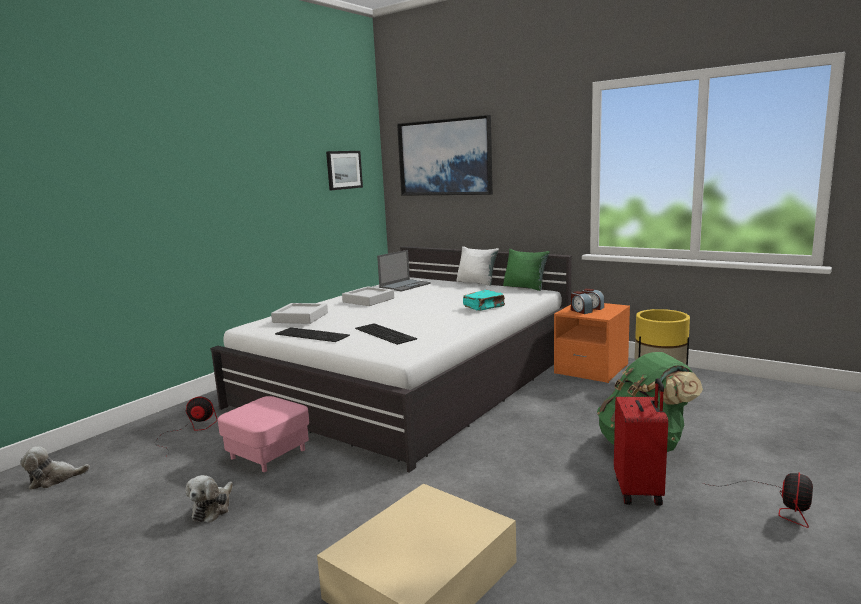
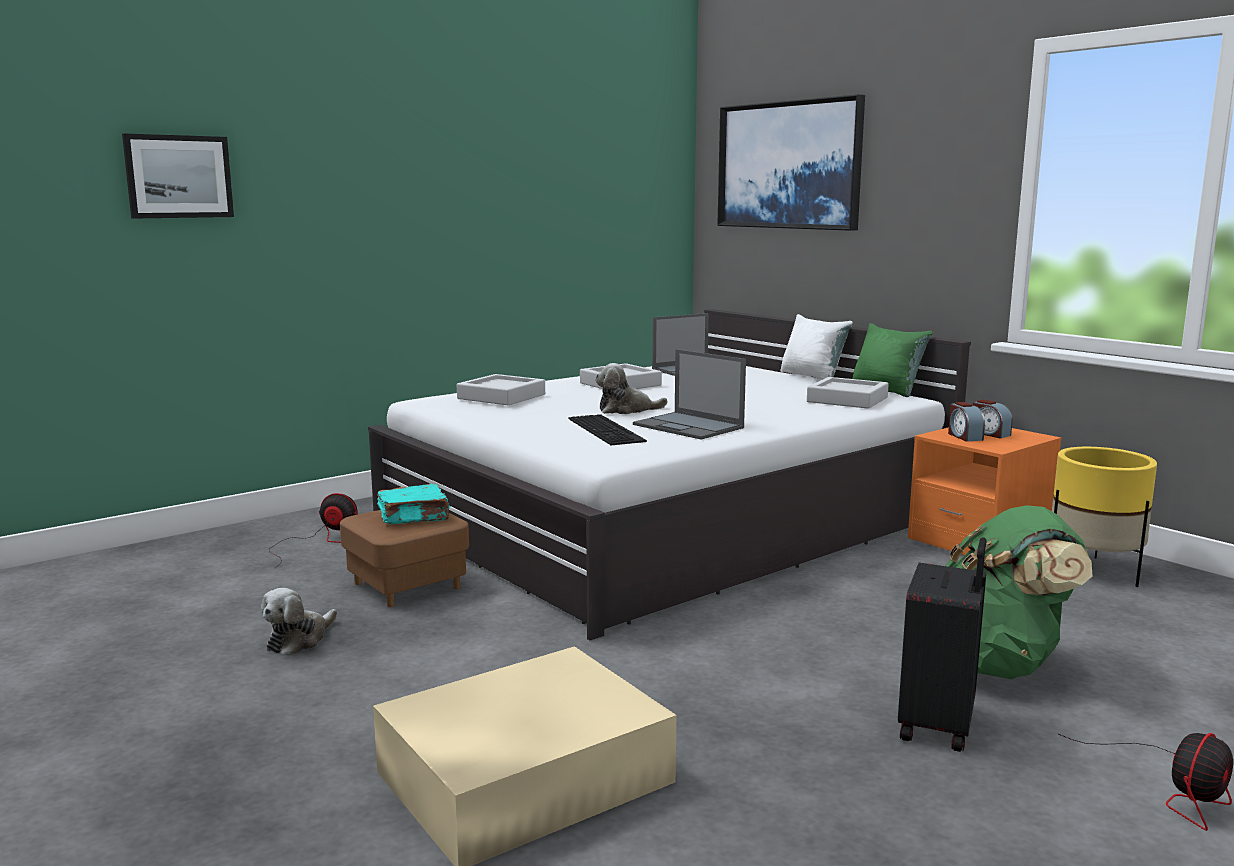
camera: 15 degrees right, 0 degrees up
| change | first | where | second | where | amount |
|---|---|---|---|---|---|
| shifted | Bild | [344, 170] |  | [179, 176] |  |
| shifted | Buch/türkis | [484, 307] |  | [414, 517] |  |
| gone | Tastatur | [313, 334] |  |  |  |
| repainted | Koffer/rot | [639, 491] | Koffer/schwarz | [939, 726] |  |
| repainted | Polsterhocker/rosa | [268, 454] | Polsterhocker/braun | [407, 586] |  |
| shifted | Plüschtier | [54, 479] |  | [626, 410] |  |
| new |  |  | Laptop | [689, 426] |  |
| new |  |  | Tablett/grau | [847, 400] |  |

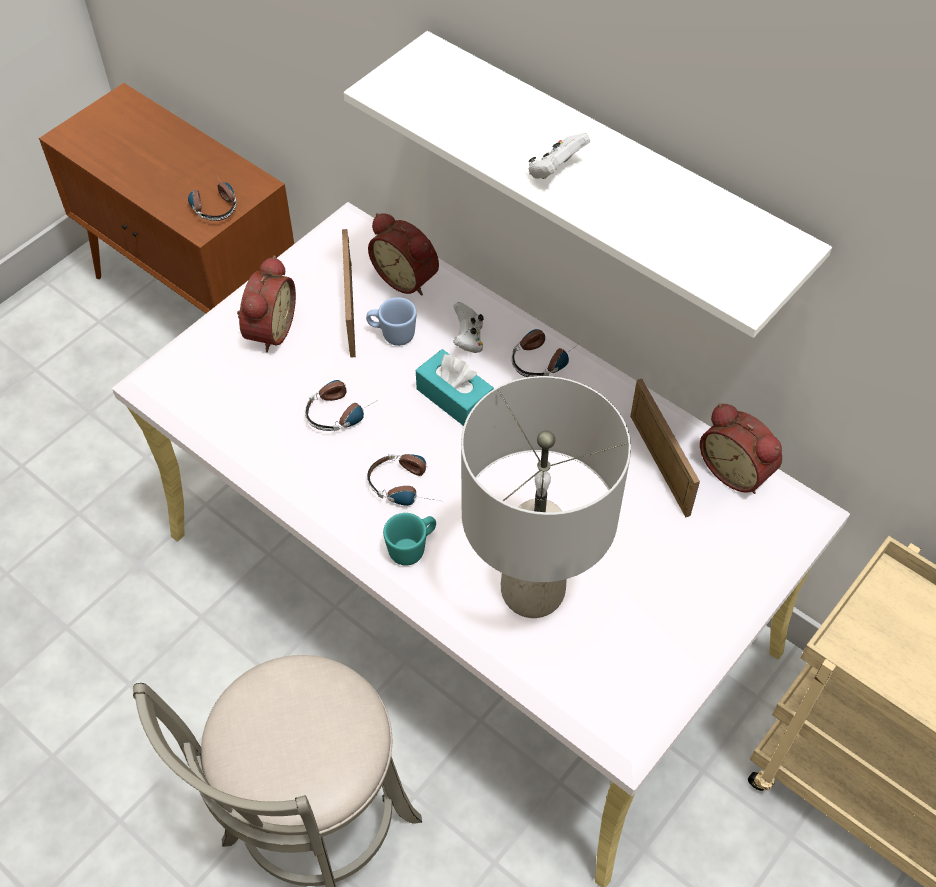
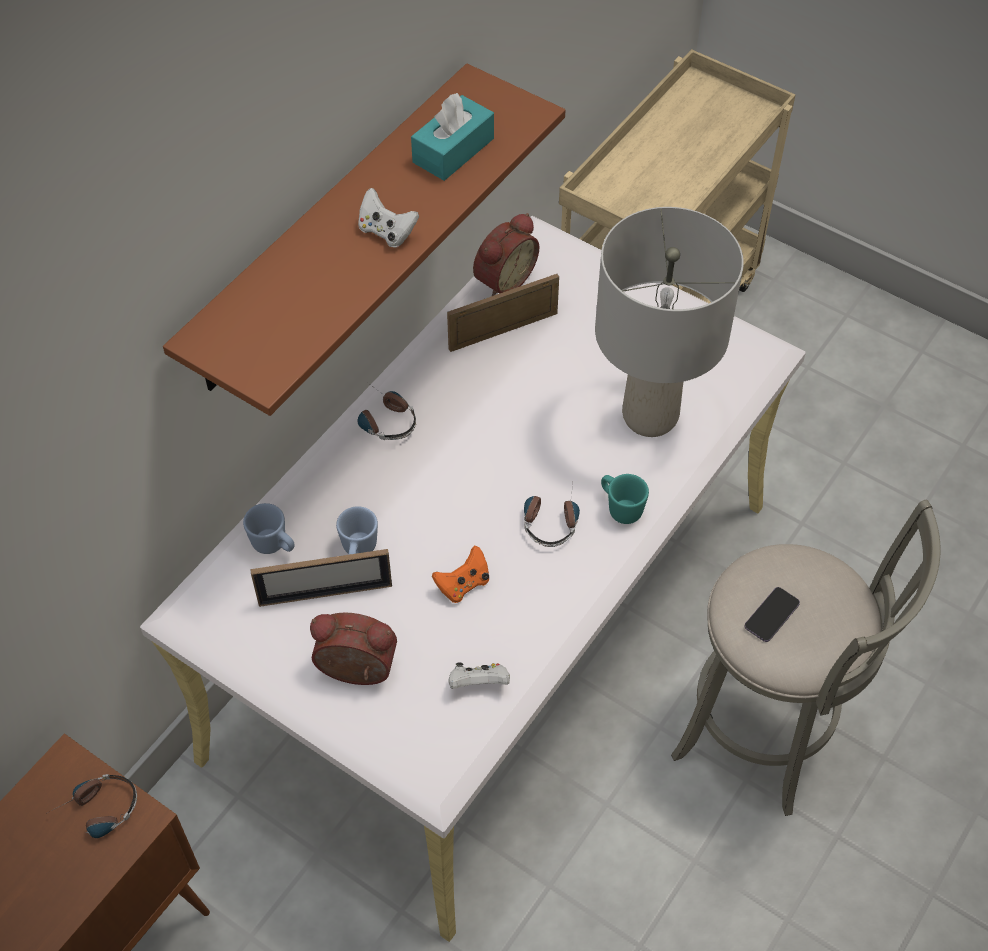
camera: 95 degrees left, 0 degrees up
| change | first | where | second | where | amount |
|---|---|---|---|---|---|
| repainted | Wandregal/weiß | [610, 171] | Wandregal/braun | [330, 231] |  |
| swapped | Wecker | [407, 277] | Henkelbecher/blau | [274, 545] |  |
| shifted | Gamepad/weiß | [468, 339] |  | [478, 684] |  |
| shifted | Taschentuchbox/türkis | [454, 398] |  | [453, 150] |  |
| swapped | Kopfhörer | [343, 410] | Gamepad/orange | [463, 584] |  |
| new |  |  | Handy | [771, 615] |  |

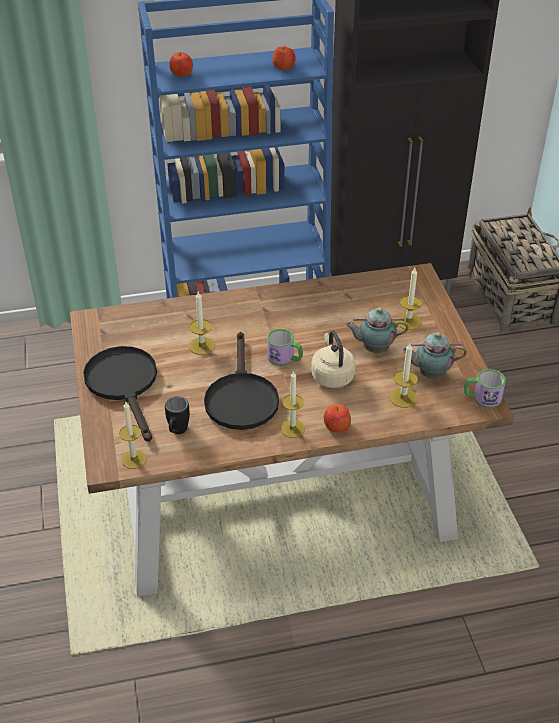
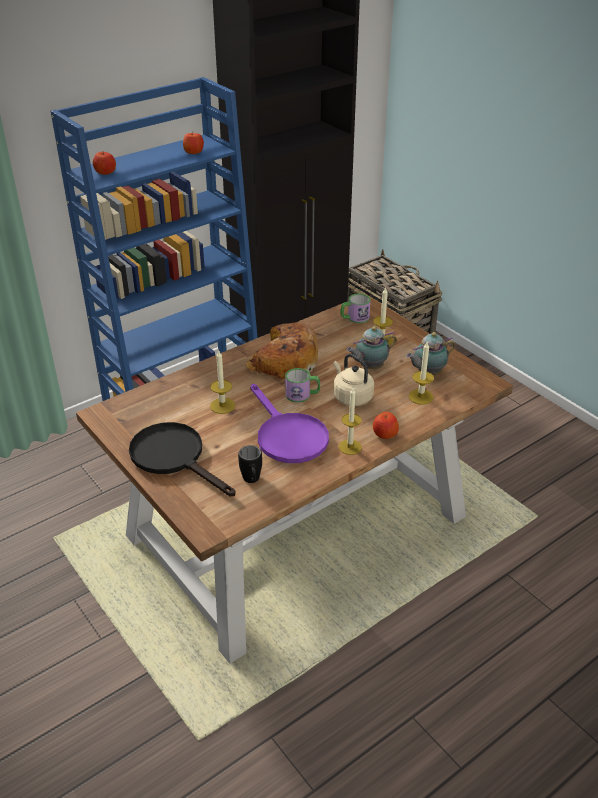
camera: 25 degrees left, 5 degrees down
| change | first | where | second | where | amount |
|---|---|---|---|---|---|
| repainted | Pfanne/schwarz | [241, 397] | Pfanne/lila | [287, 436] |  |
| shifted | Henkelbecher | [482, 398] |  | [354, 318] |  |
| gone | Kerze | [134, 459] |  |  |  |
| new |  |  | Brot | [283, 362] |  |

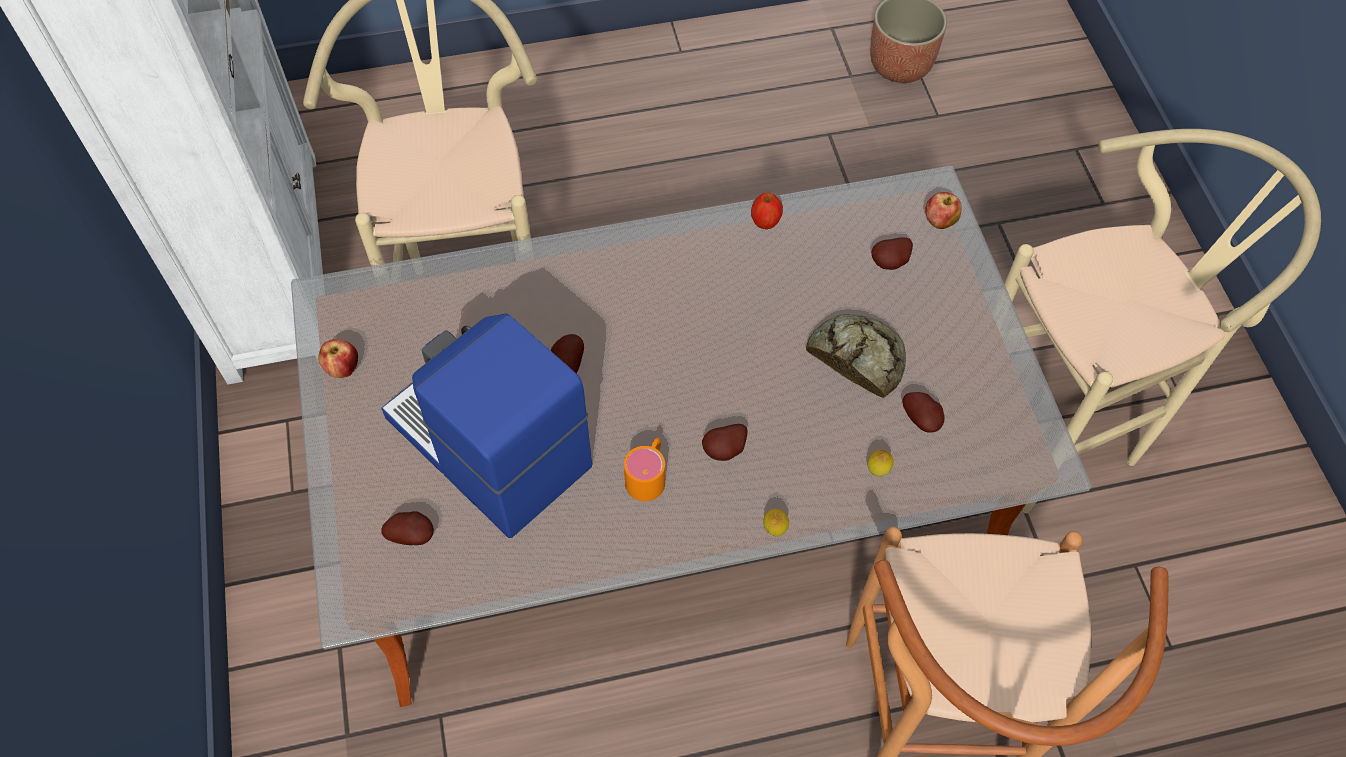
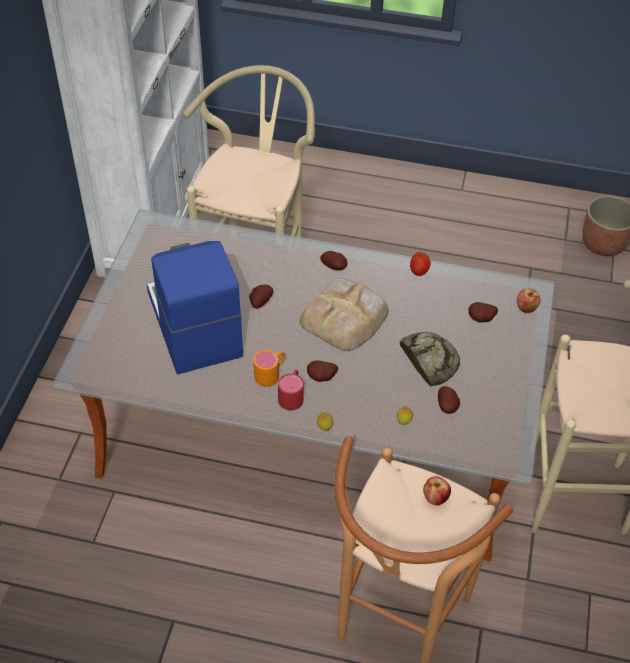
camera: 25 degrees right, 10 degrees down
| change | first | where | second | where | amount |
|---|---|---|---|---|---|
| shifted | Apfel | [343, 368] |  | [435, 498] |  |
| shifted | Kartoffel | [412, 534] |  | [334, 267] |  |
| new |  |  | Brot | [345, 318] |  |
| new |  |  | Henkelbecher/rot | [292, 395] |  |

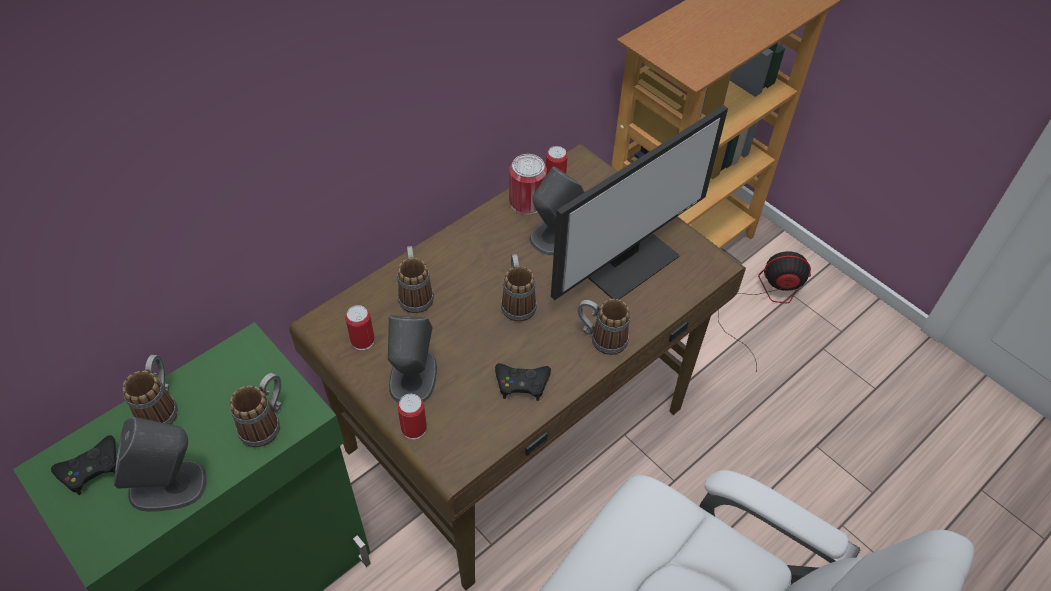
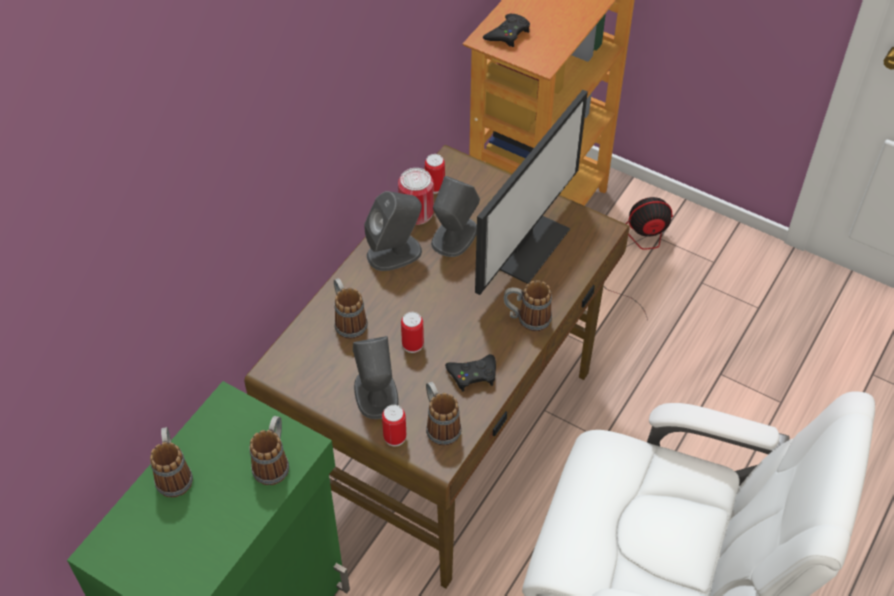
camera: 15 degrees left, 0 degrees up
| change | first | where | second | where | amount |
|---|---|---|---|---|---|
| shifted | Henkelbecher | [517, 301] |  | [440, 425] |  |
| shifted | Dose | [362, 341] |  | [412, 344] |  |
| shifted | Lautsprecher/grau | [169, 486] |  | [395, 253] |  |
| shifted | Gamepad/schwarz | [91, 468] |  | [508, 34] |  |

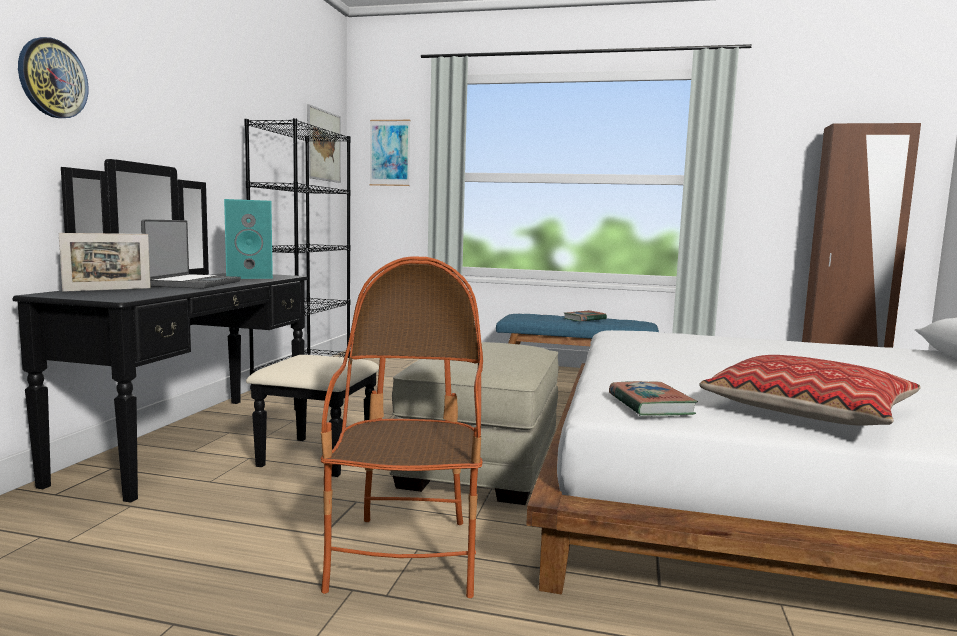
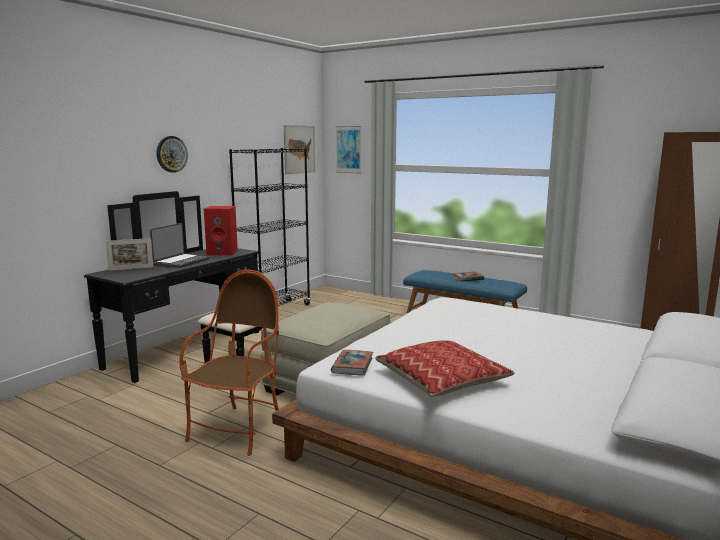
camera: 20 degrees right, 5 degrees up
| change | first | where | second | where | amount |
|---|---|---|---|---|---|
| shifted | Wanduhr | [52, 78] |  | [171, 154] |  |
| repainted | Lautsprecher/türkis | [251, 276] | Lautsprecher/rot | [223, 252] |  |

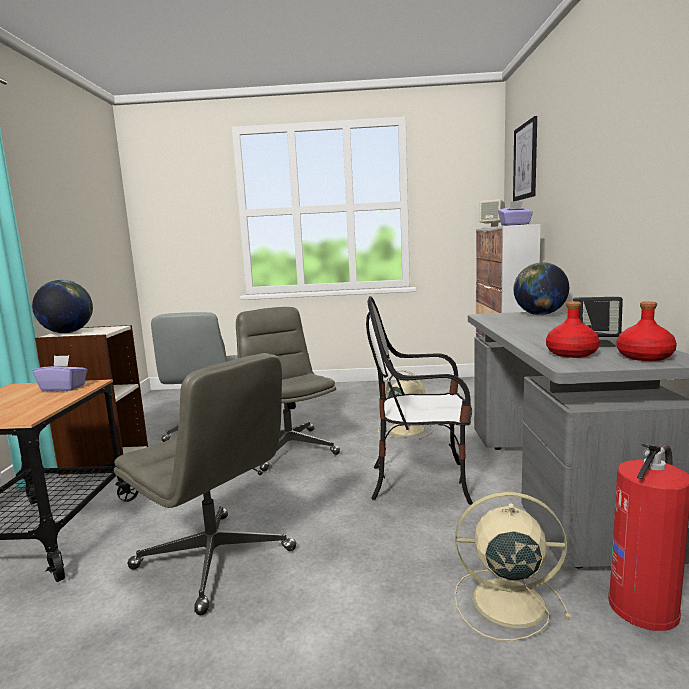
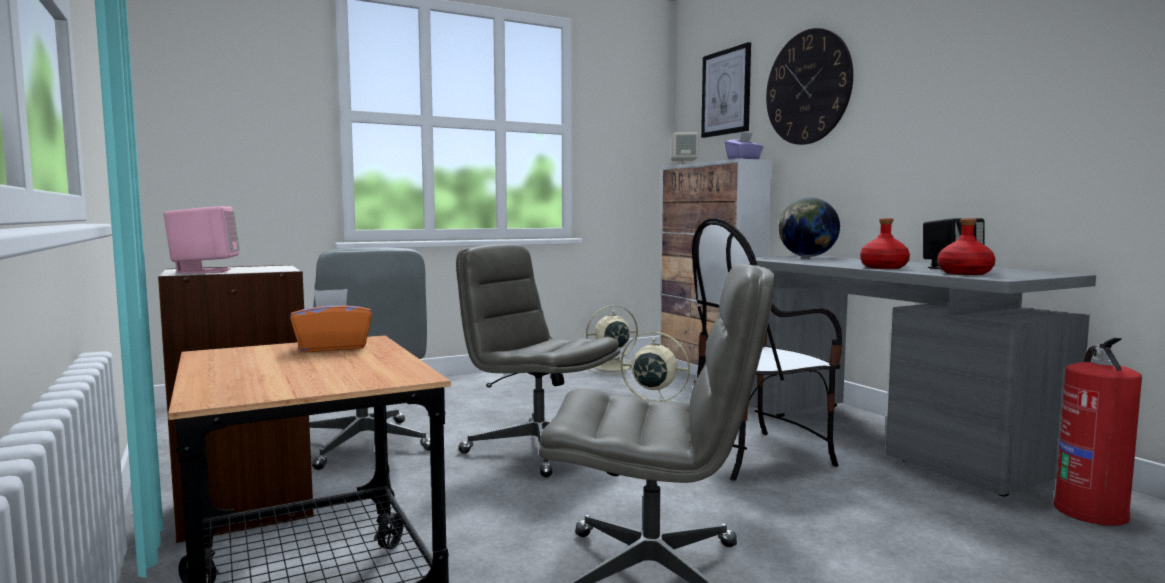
camera: 30 degrees left, 5 degrees down
| change | first | where | second | where | amount |
|---|---|---|---|---|---|
| swapped | Globus | [67, 333] | Lautsprecher/rosa | [204, 271] |  |
| shifted | Flasche/rot | [644, 357] |  | [883, 267] |  |
| repainted | Taschentuchbox/lila | [63, 388] | Taschentuchbox/orange | [332, 347] |  |
| shifted | Ventilator/beige | [505, 602] |  | [610, 367] |  |
| new |  |  | Wanduhr | [808, 87] |  |

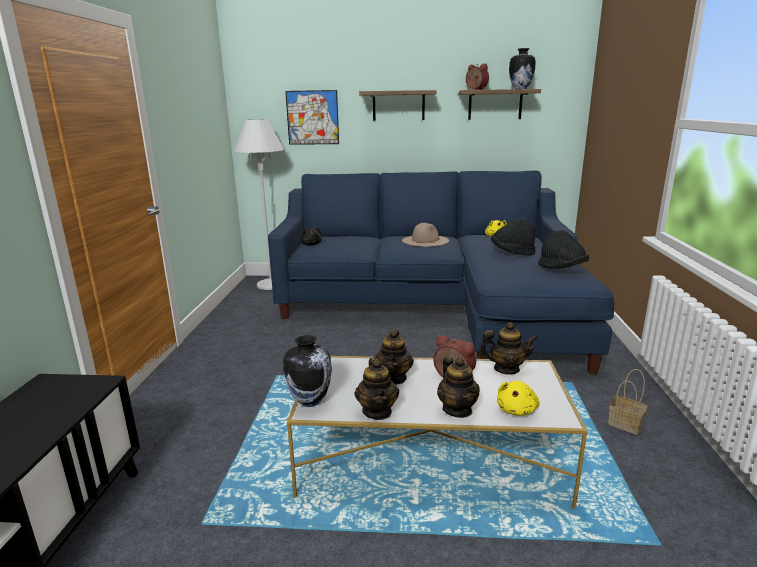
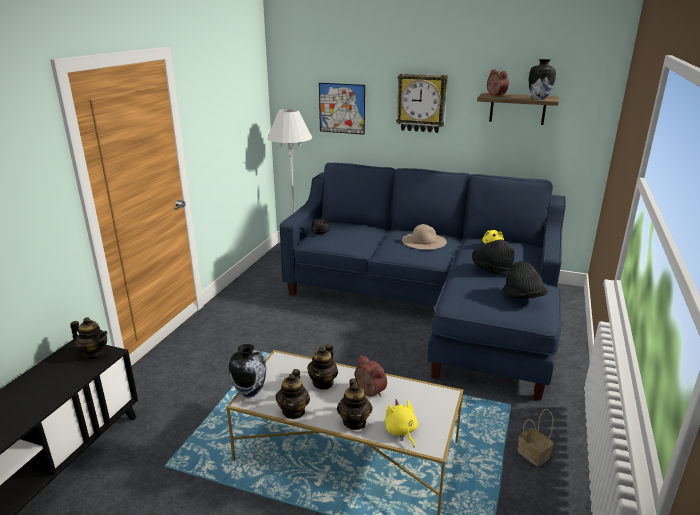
camera: 15 degrees right, 5 degrees up
| change | first | where | second | where | amount |
|---|---|---|---|---|---|
| swapped | Wandregal | [398, 105] | Wanduhr | [421, 103] |  |
| shifted | Teekanne | [506, 369] |  | [94, 353] |  |
| rotated | Plüschtier/gelb | [517, 410] |  | [401, 431] | 120 degrees clockwise |

